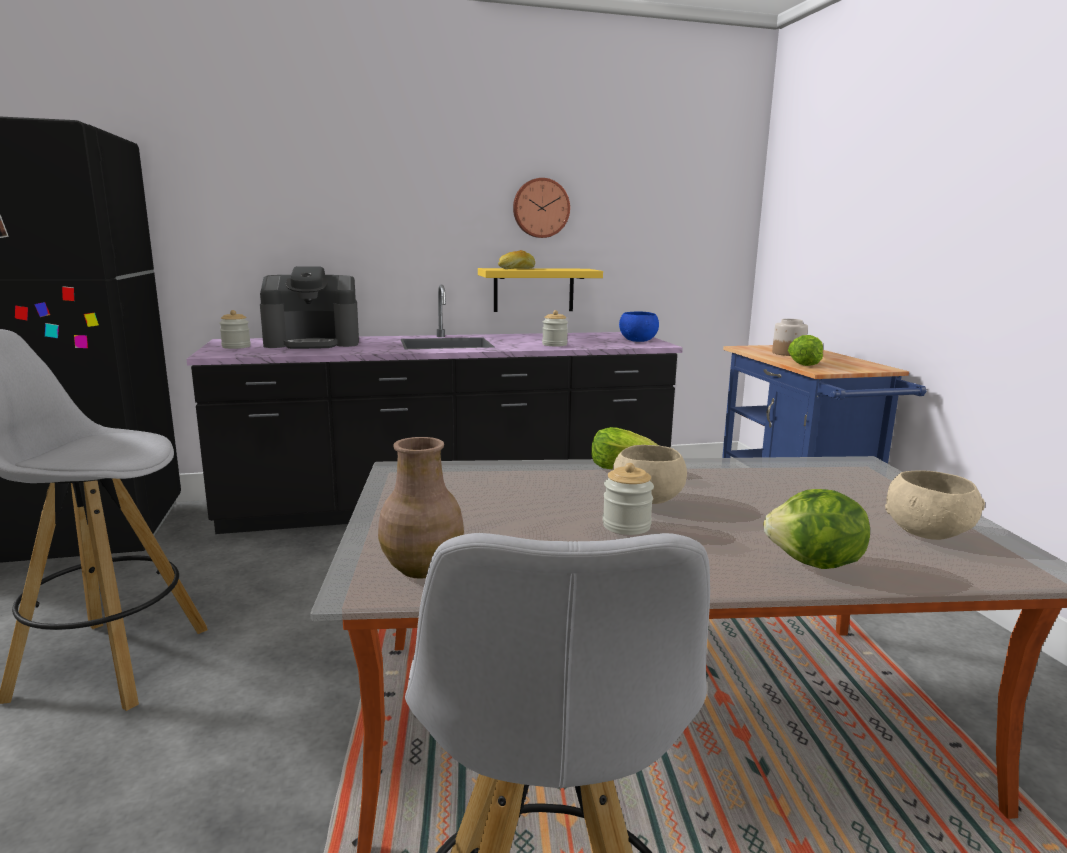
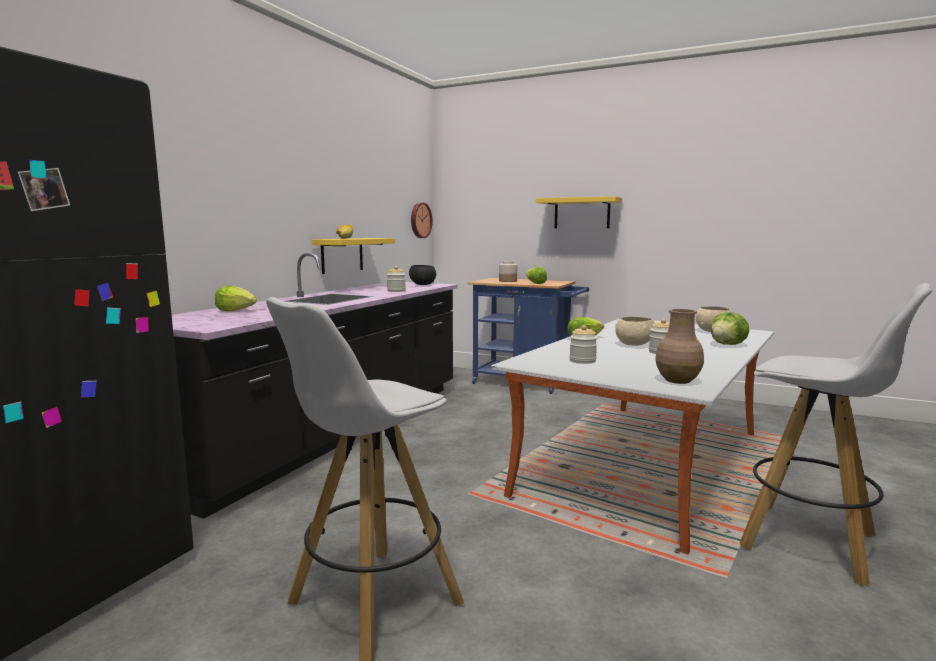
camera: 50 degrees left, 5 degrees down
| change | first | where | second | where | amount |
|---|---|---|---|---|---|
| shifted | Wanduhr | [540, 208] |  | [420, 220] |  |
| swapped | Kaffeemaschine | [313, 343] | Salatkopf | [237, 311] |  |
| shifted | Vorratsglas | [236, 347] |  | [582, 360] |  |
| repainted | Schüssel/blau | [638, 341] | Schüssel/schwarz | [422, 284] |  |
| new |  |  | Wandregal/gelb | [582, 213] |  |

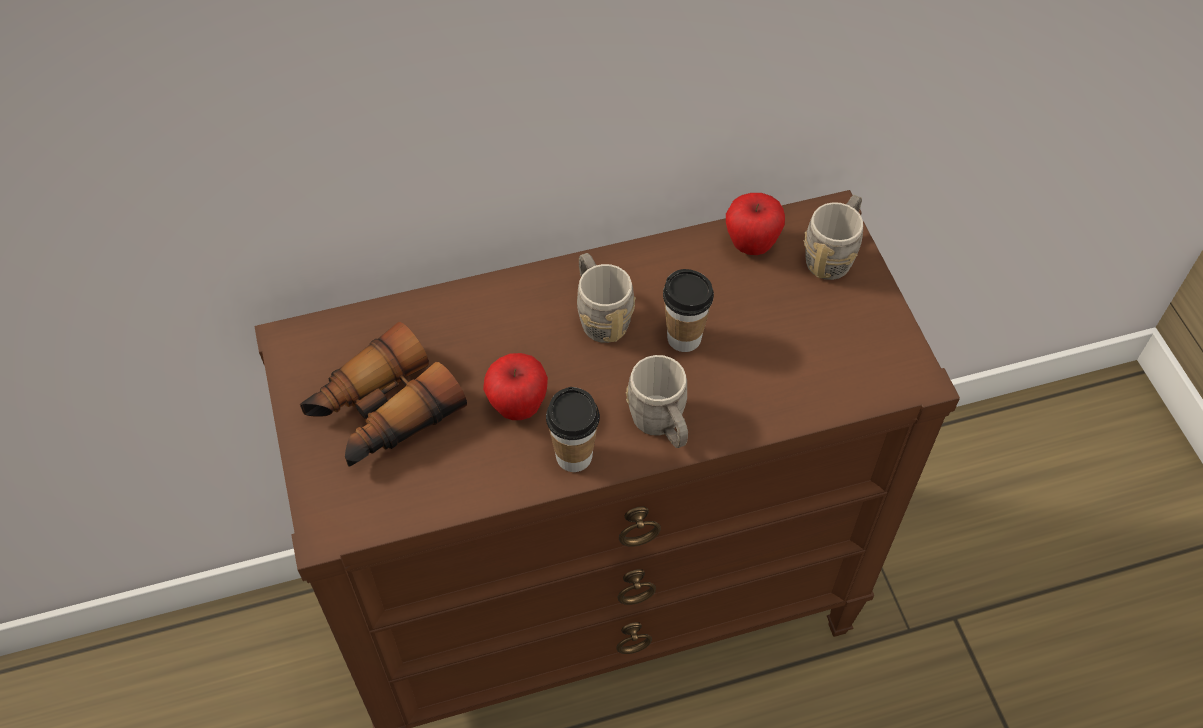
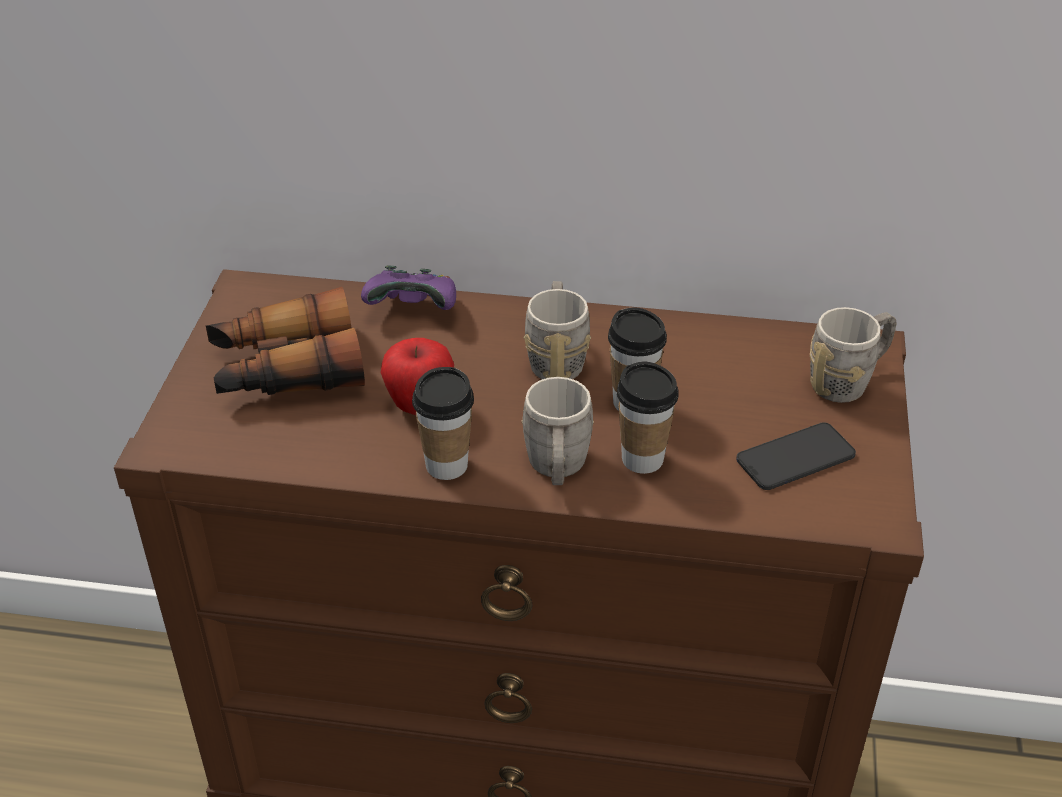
camera: 25 degrees right, 15 degrees down
| change | first | where | second | where | amount |
|---|---|---|---|---|---|
| gone | Apfel | [751, 244] |  |  |  |
| new |  |  | Gamepad/lila | [414, 309] |  |
| new |  |  | Tasse | [642, 459] |  |
| new |  |  | Handy | [795, 457] |  |

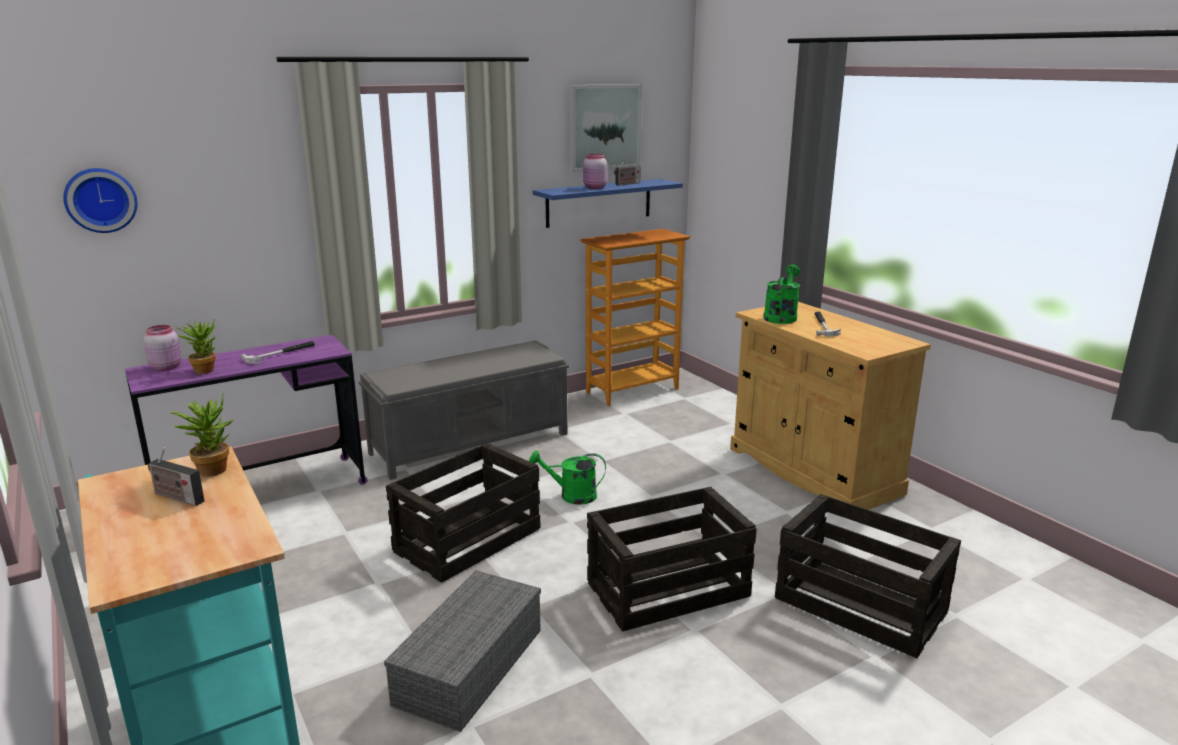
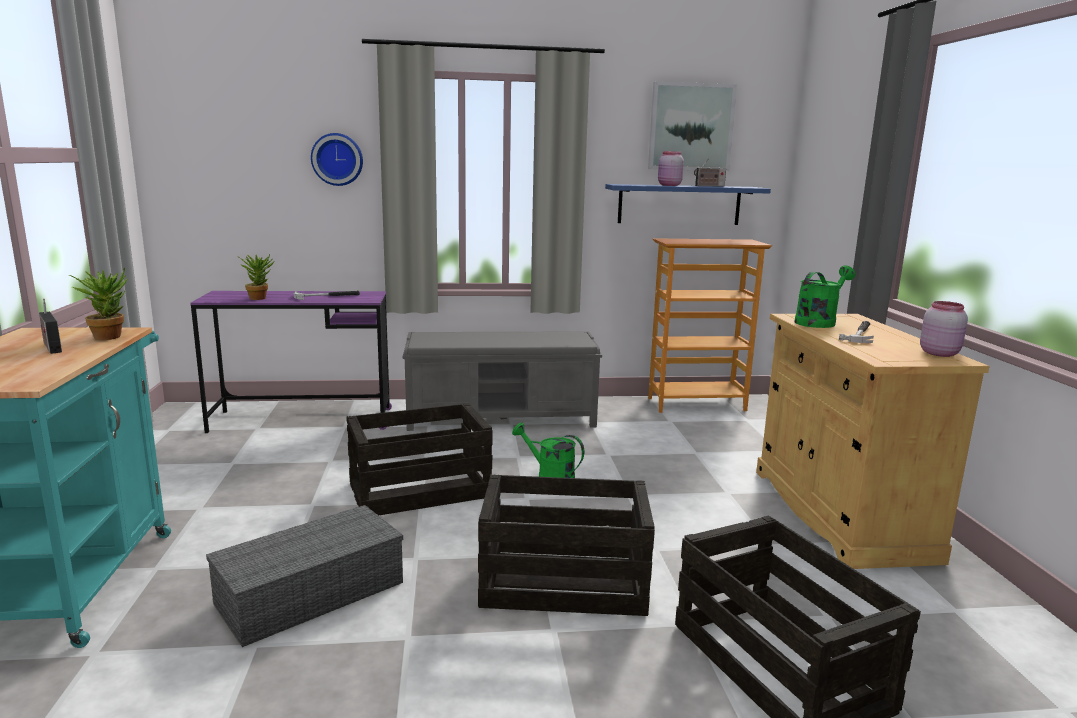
camera: 25 degrees right, 5 degrees down
| change | first | where | second | where | amount |
|---|---|---|---|---|---|
| shifted | Wanduhr | [100, 200] |  | [337, 159] |  |
| shifted | Vorratsglas/rosa | [166, 367] |  | [939, 353] |  |

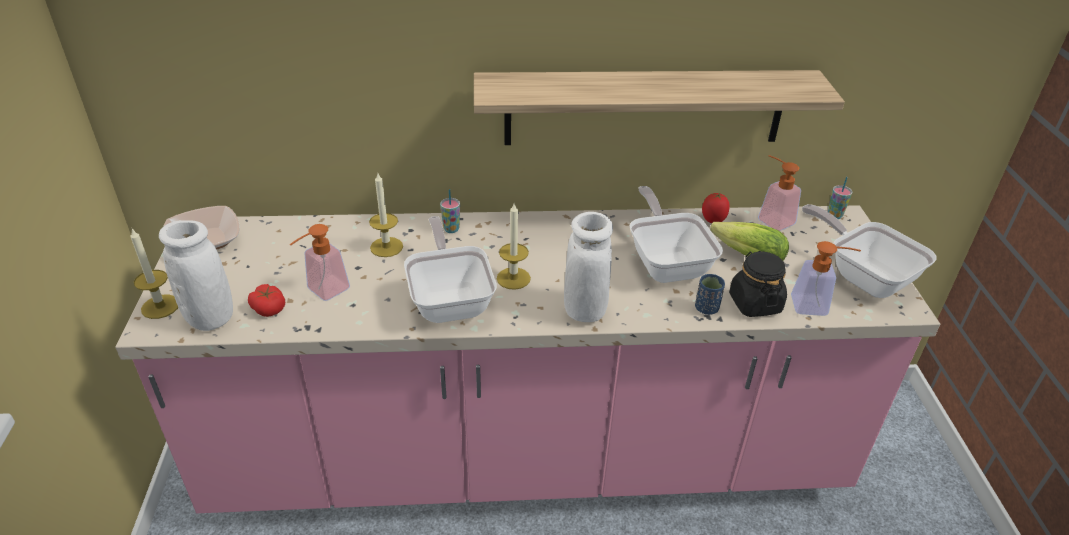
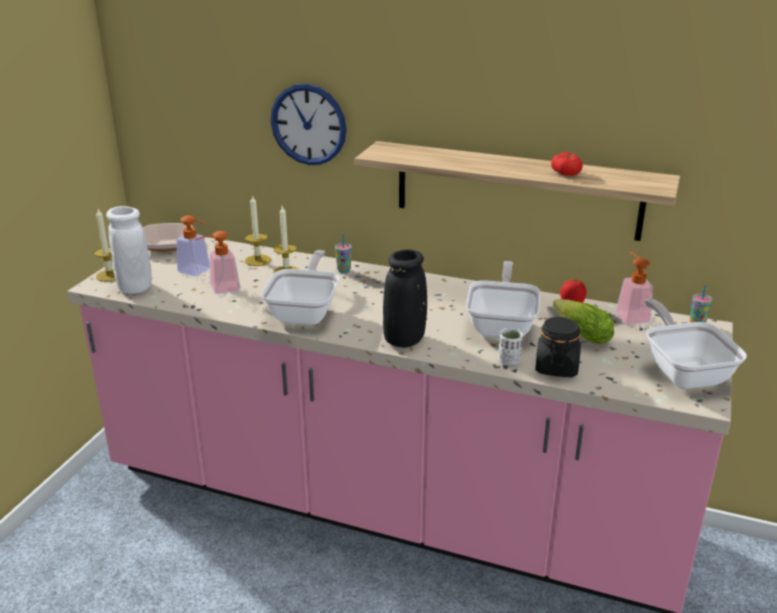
camera: 25 degrees right, 10 degrees down
| change | first | where | second | where | amount |
|---|---|---|---|---|---|
| shifted | Kerze | [513, 278] |  | [258, 260] |  |
| repainted | Vase/weiß | [585, 309] | Vase/schwarz | [404, 340] |  |
| shifted | Seifenspender | [816, 306] |  | [198, 271] |  |
| repainted | Tasse/blau | [706, 308] | Tasse/weiß | [509, 361] |  |
| shifted | Tomate | [269, 308] |  | [566, 173] |  |
| new |  |  | Wanduhr | [308, 124] |  |

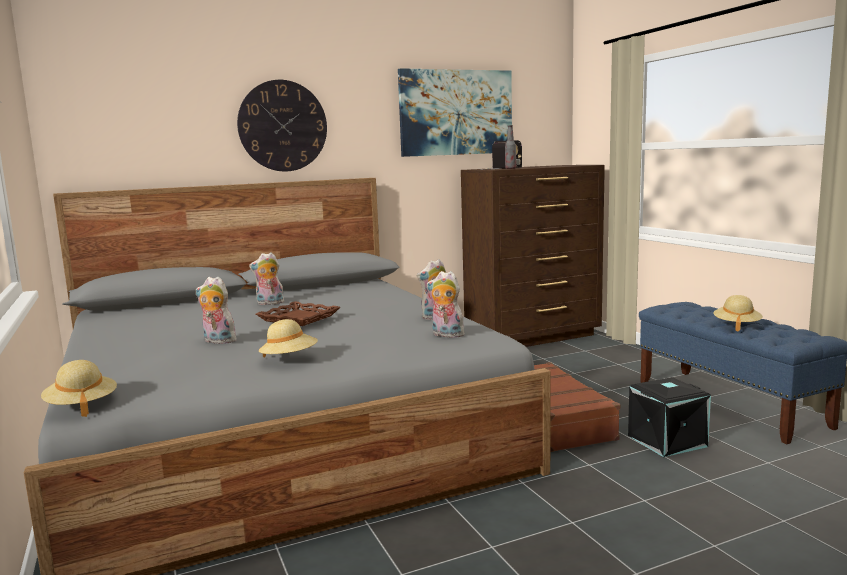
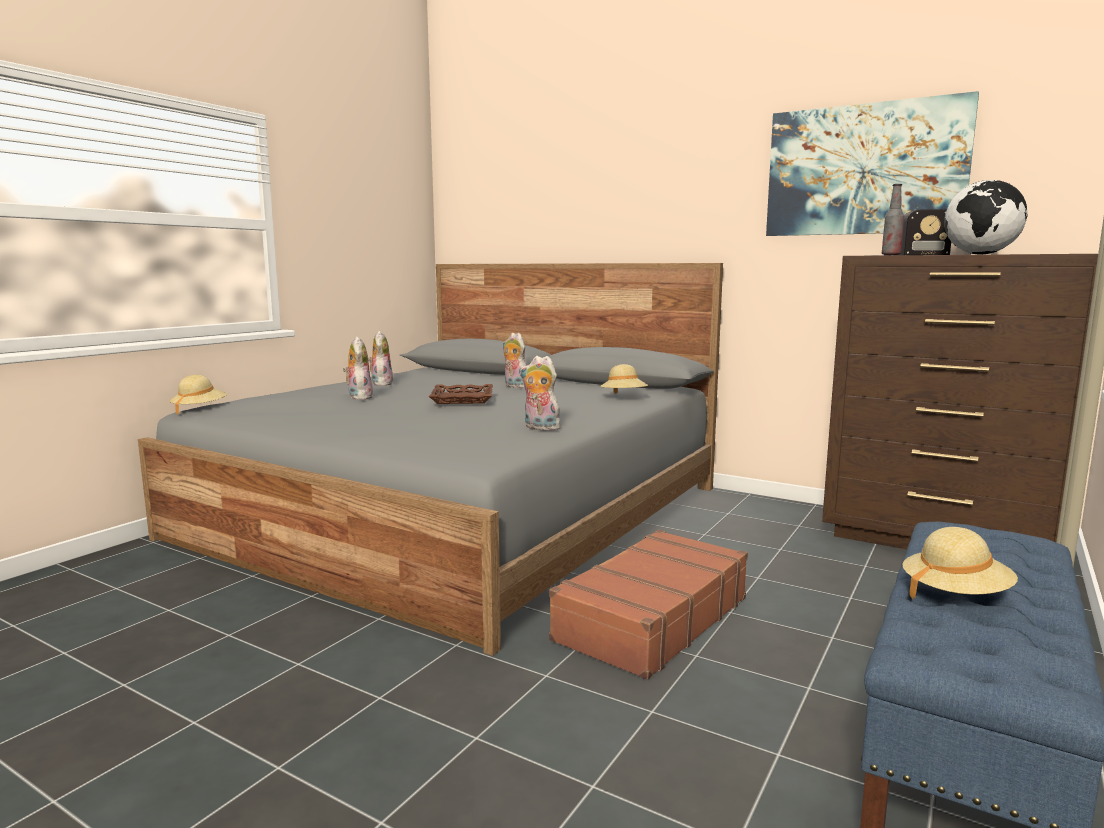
camera: 55 degrees right, 0 degrees up
| change | first | where | second | where | amount |
|---|---|---|---|---|---|
| gone | Wanduhr | [282, 126] |  |  |  |
| shifted | Plüschtier | [446, 335] |  | [381, 384] |  |
| shifted | Hut/beige | [289, 359] |  | [624, 397] |  |
| gone | Aufbewahrungsbox/schwarz | [666, 440] |  |  |  |
| new |  |  | Globus | [980, 254] |  |

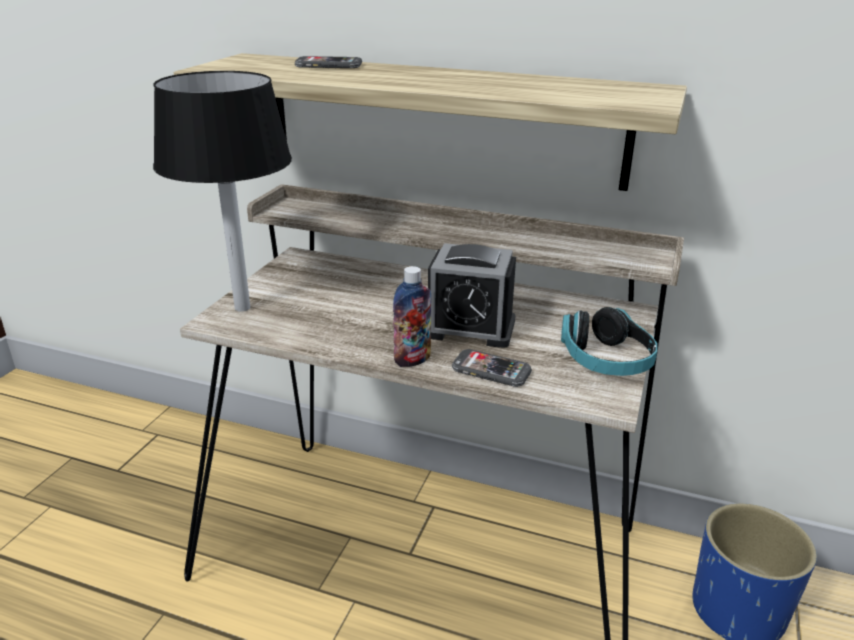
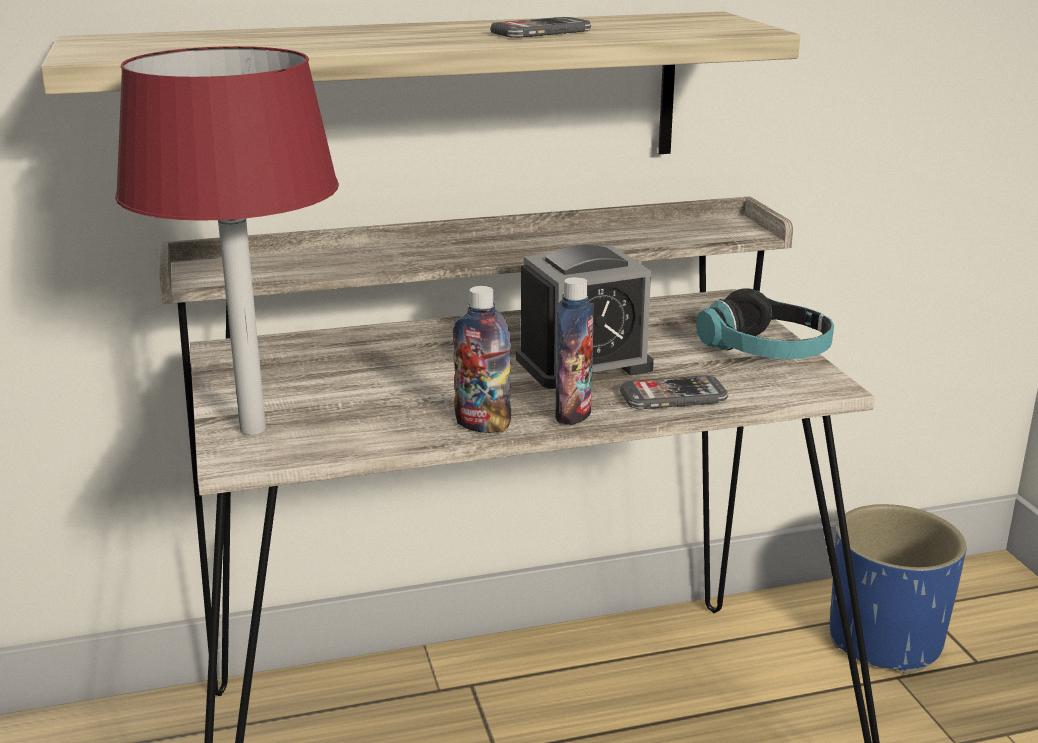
camera: 35 degrees left, 5 degrees down
| change | first | where | second | where | amount |
|---|---|---|---|---|---|
| shifted | Handy | [328, 65] |  | [541, 32] |  |
| repainted | Tischlampe/schwarz | [243, 308] | Tischlampe/rot | [254, 429] |  |
| new |  |  | Flasche | [482, 425] |  |

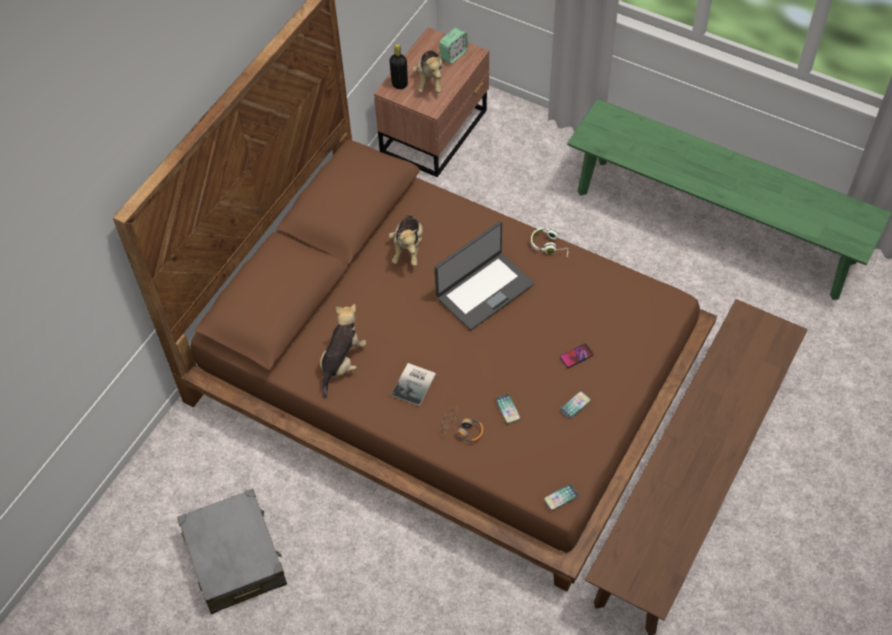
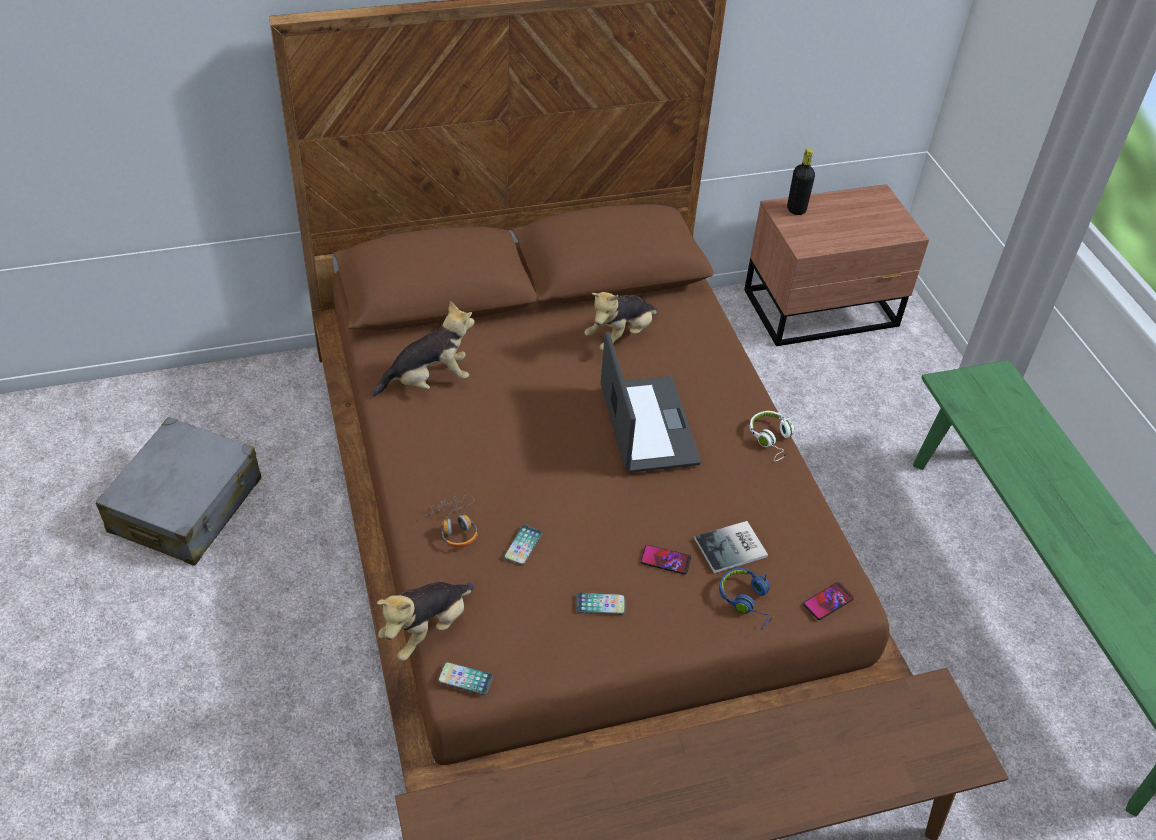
camera: 40 degrees right, 10 degrees down
| change | first | where | second | where | amount |
|---|---|---|---|---|---|
| gone | Wecker | [453, 55] |  |  |  |
| shifted | Plüschtier | [430, 80] |  | [426, 629] |  |
| rotated | Laptop | [484, 290] |  | [646, 425] | 105 degrees counterclockwise |
| shifted | Buch | [415, 384] |  | [733, 548] |  |
| new |  |  | Kopfhörer/blau | [747, 601] |  |
| new |  |  | Handy | [828, 601] |  |

